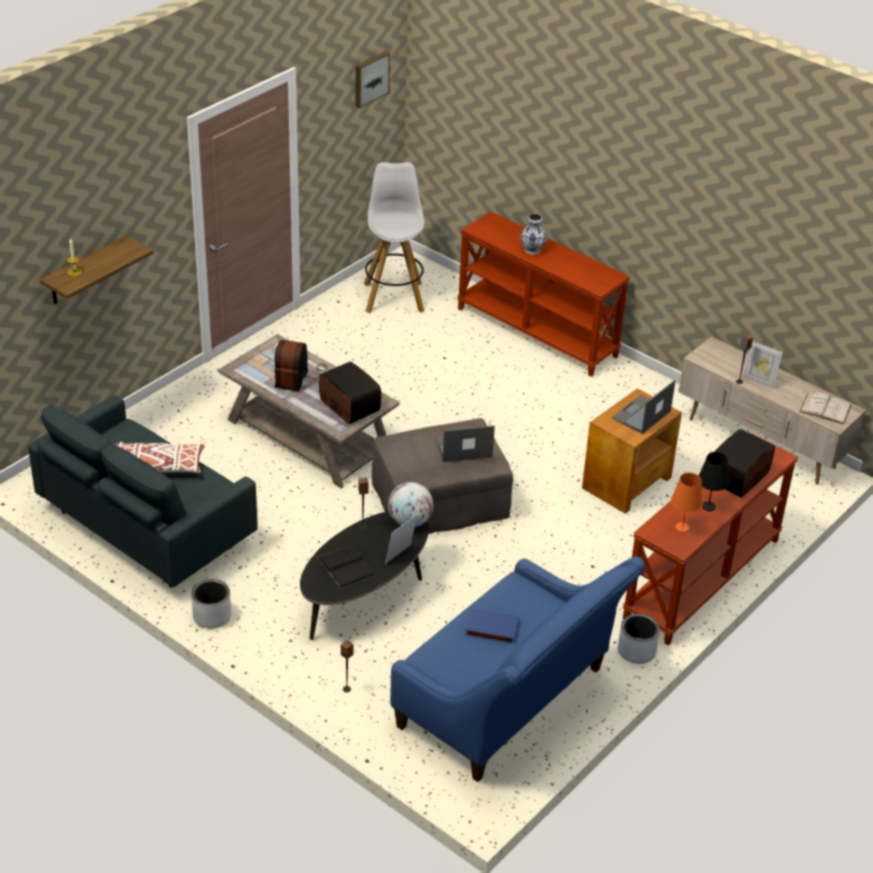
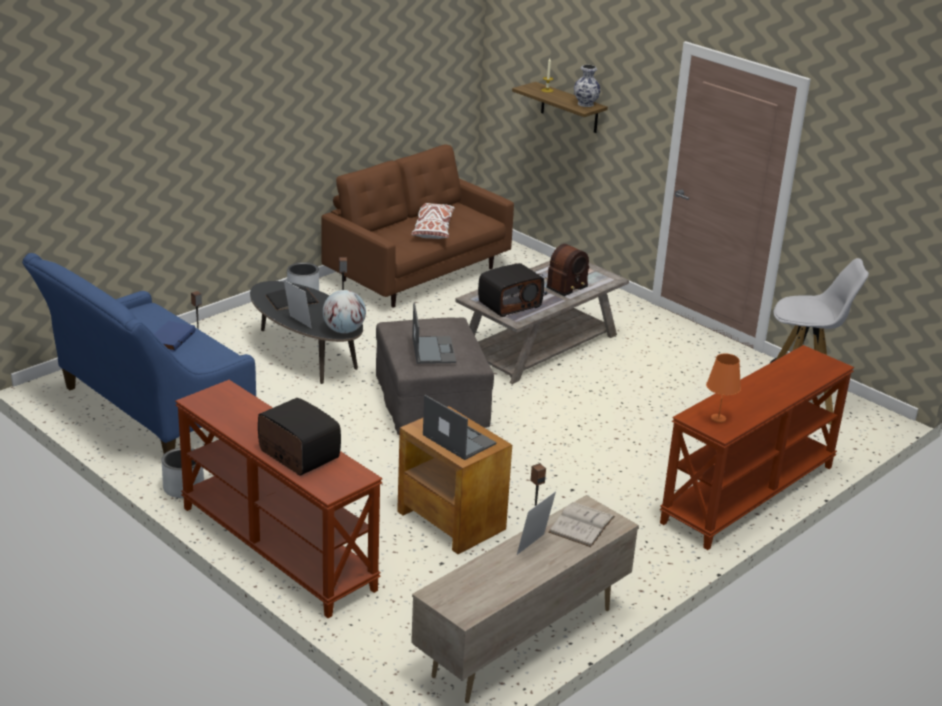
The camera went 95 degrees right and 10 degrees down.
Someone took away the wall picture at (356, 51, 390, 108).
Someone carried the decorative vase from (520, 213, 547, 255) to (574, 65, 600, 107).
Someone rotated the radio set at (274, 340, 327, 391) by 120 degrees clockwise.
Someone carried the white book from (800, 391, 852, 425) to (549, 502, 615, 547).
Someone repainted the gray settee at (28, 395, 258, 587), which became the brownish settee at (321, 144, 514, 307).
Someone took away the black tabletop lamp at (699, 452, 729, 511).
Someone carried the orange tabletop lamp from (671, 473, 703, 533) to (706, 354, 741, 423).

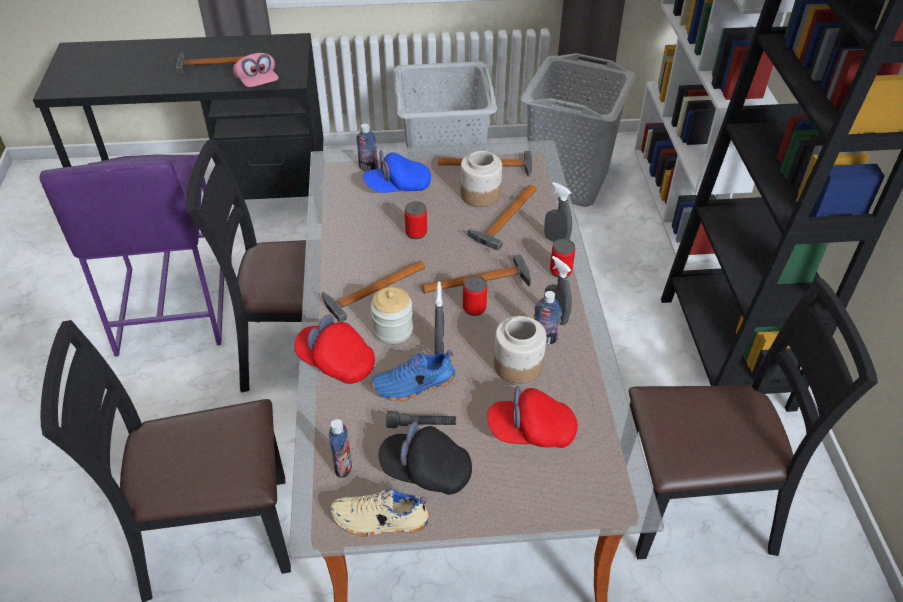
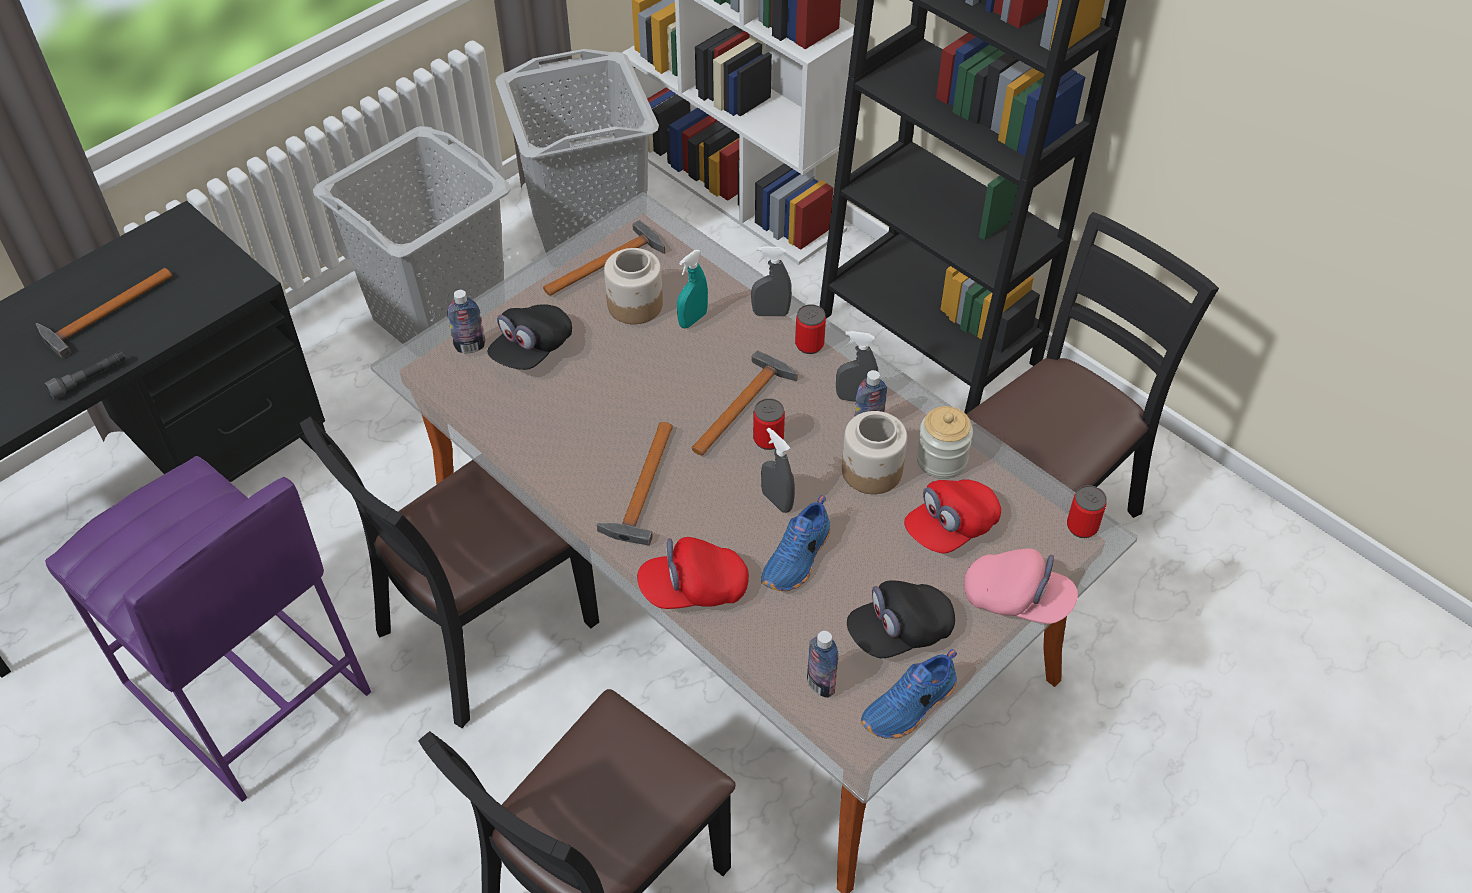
The camera went 40 degrees left and 5 degrees up.
Someone carried the pinkish cap from (233, 53, 279, 87) to (964, 548, 1078, 624).
Someone repainted the blue-coloured cap at (363, 151, 431, 193), which became the black cap at (488, 304, 572, 370).
Someone swapped the hand hammer at (468, 185, 537, 250) for the turquoise-coloured sprayer at (677, 250, 708, 328).
Someone carried the metal can from (405, 201, 427, 239) to (1067, 485, 1107, 538).
Someone carried the jar from (371, 287, 413, 344) to (916, 406, 973, 479).
Someone carried the gray hand torch from (386, 411, 456, 428) to (45, 351, 126, 399).
Someone repainted the beige-coloured item of footwear at (330, 489, 430, 537), which became the blue-coloured item of footwear at (861, 649, 957, 738).

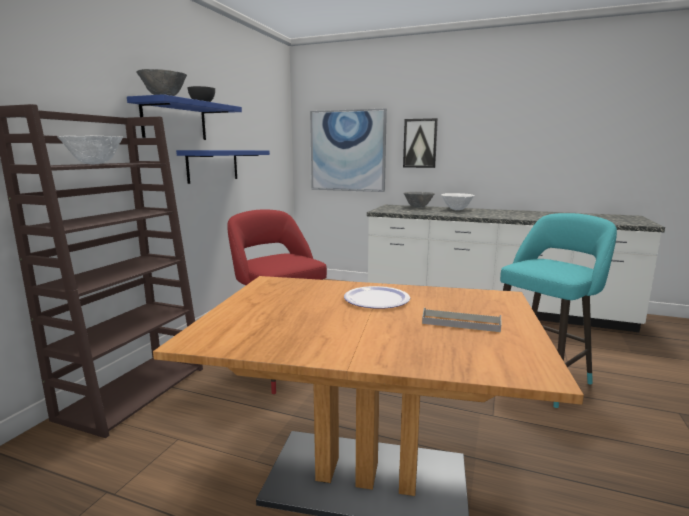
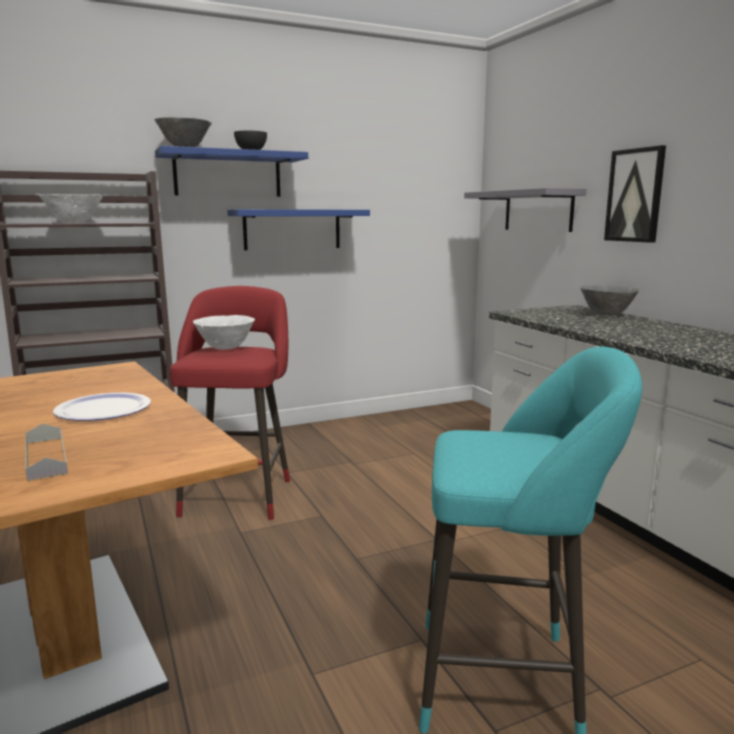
The camera went 45 degrees right and 0 degrees up.
Someone swapped the wall picture at (310, 108, 387, 192) for the gray bracket shelf at (464, 188, 587, 232).
Someone carried the white deep dish from (441, 193, 475, 210) to (193, 315, 255, 350).

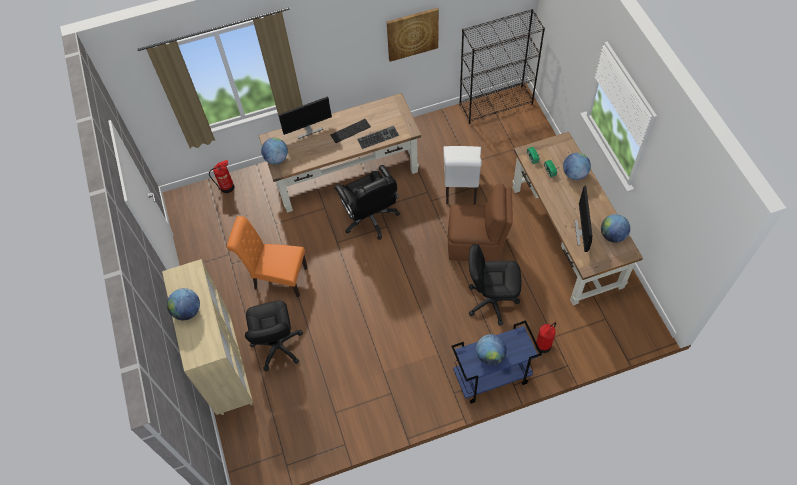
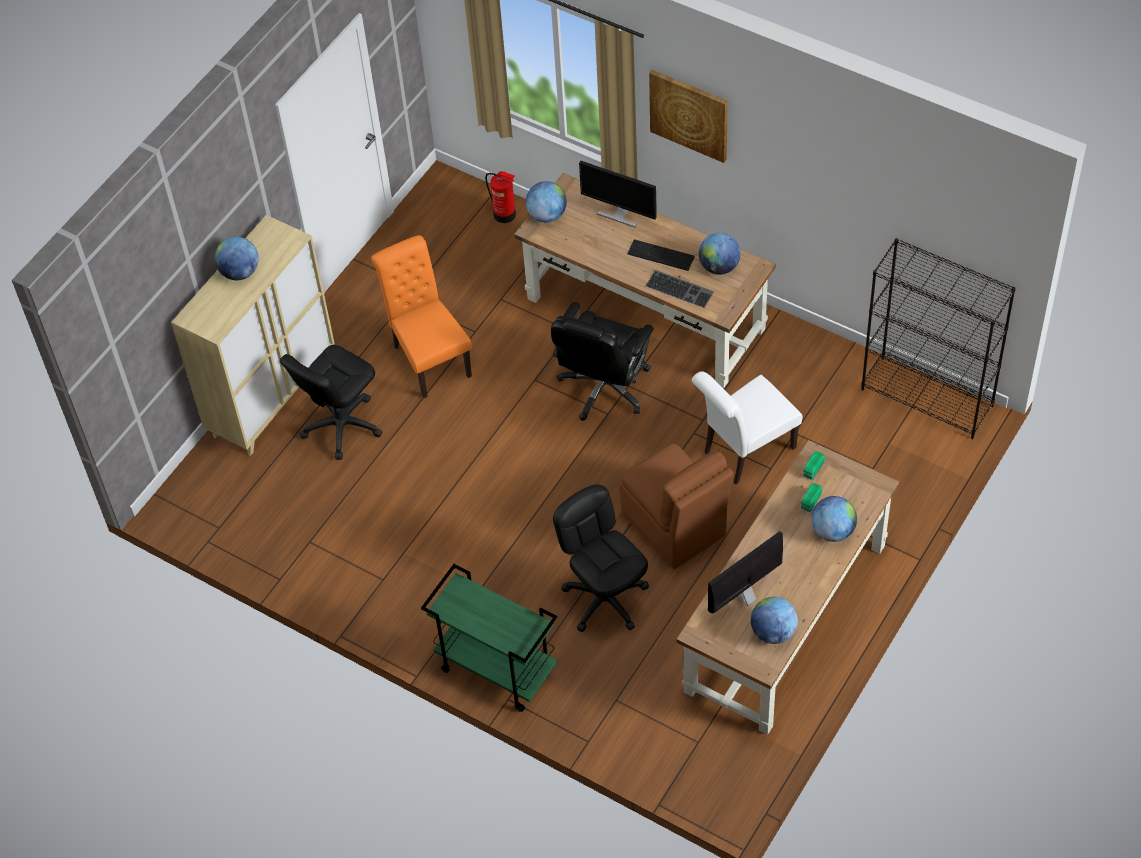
The camera went 50 degrees right and 5 degrees down.
Someone carried the wall picture from (387, 8, 439, 62) to (649, 70, 728, 163).
Someone repainted the blue-coloured wheeled cart at (451, 320, 542, 404), which became the greenish wheeled cart at (421, 564, 557, 712).
Someone took away the extinguisher at (535, 322, 556, 353).
Someone carried the desk globe from (476, 334, 507, 365) to (699, 233, 741, 275).

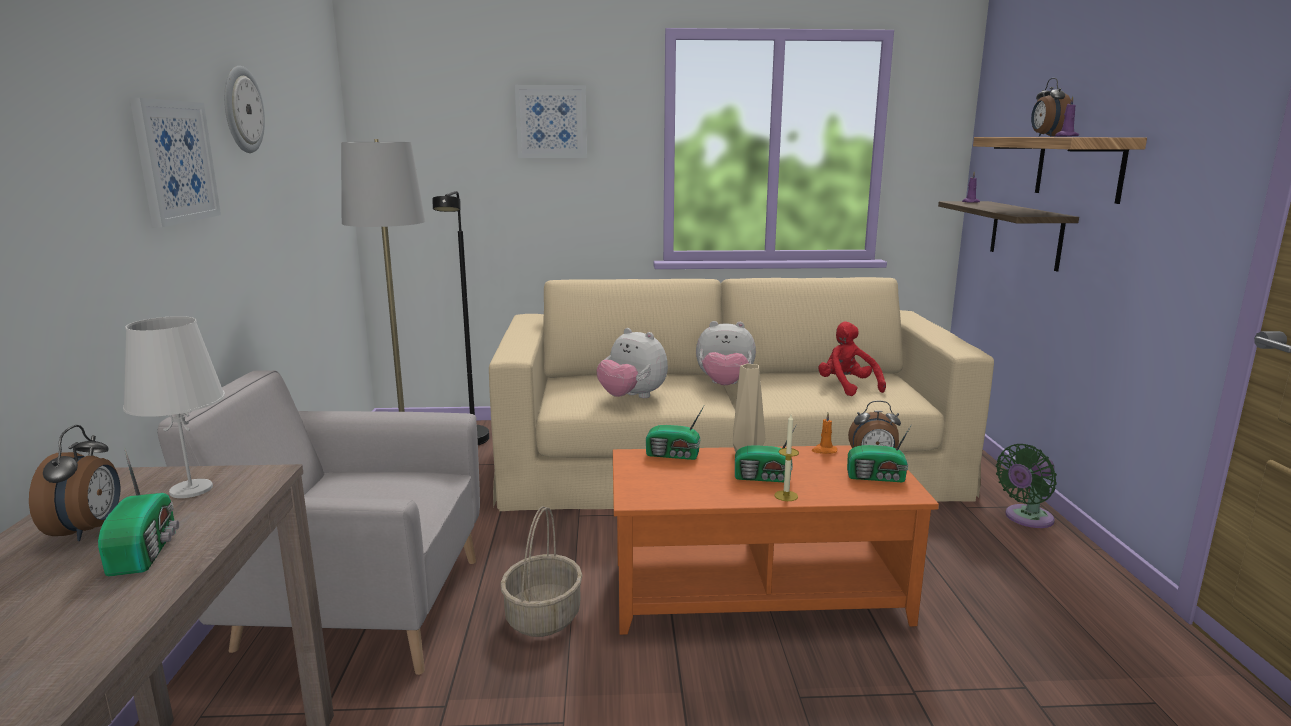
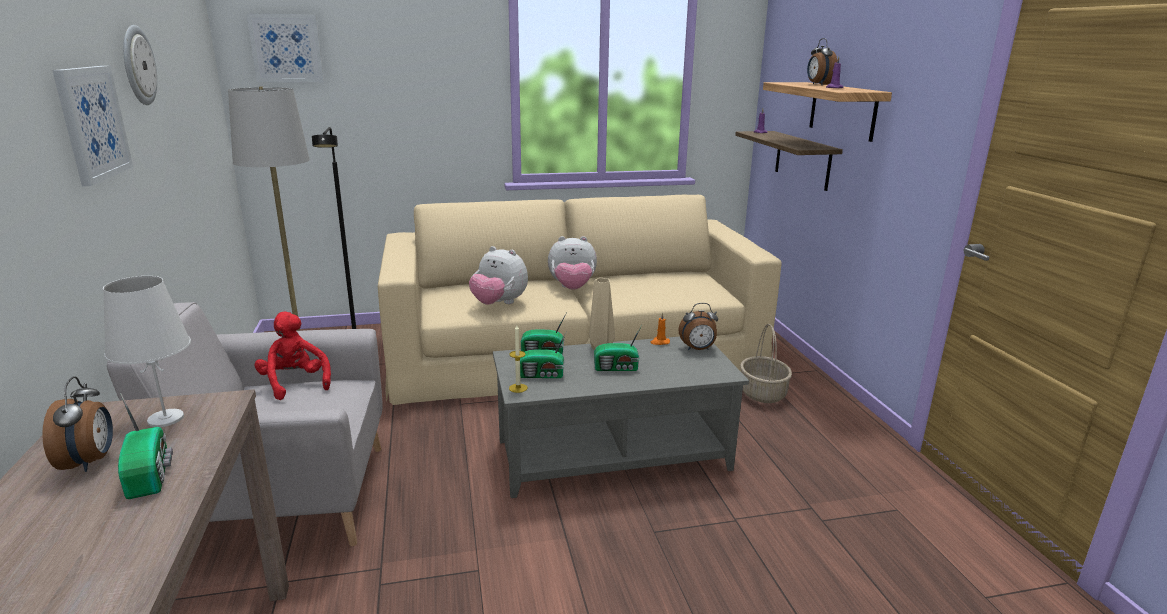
The camera went 10 degrees left and 5 degrees up.
Someone carried the wall picture from (515, 85, 587, 158) to (246, 13, 324, 82).
Someone carried the red-coloured cuddly toy from (818, 321, 886, 396) to (255, 312, 331, 400).
Someone carried the wax light from (774, 415, 799, 501) to (509, 325, 528, 393).
Someone carried the radio set from (847, 424, 912, 482) to (520, 332, 567, 378).
Someone took away the greenish electric fan at (996, 444, 1057, 528).
Someone repainted the orange coffee table at (613, 445, 939, 635), which became the gray coffee table at (493, 337, 749, 498).
Someone carried the household basket from (500, 506, 583, 637) to (740, 324, 792, 403).

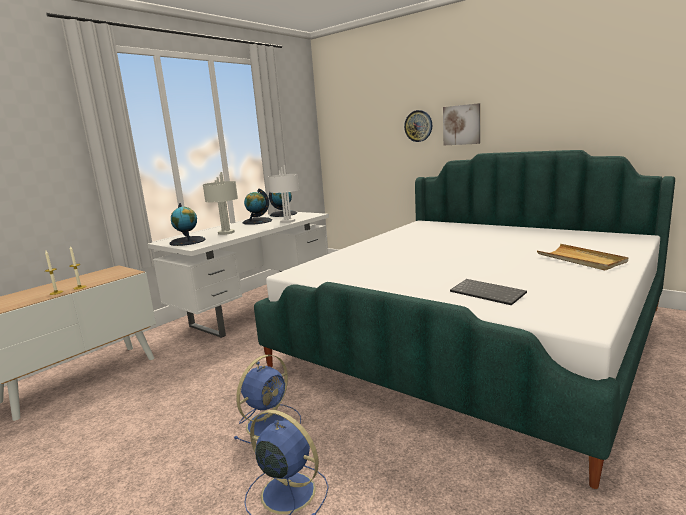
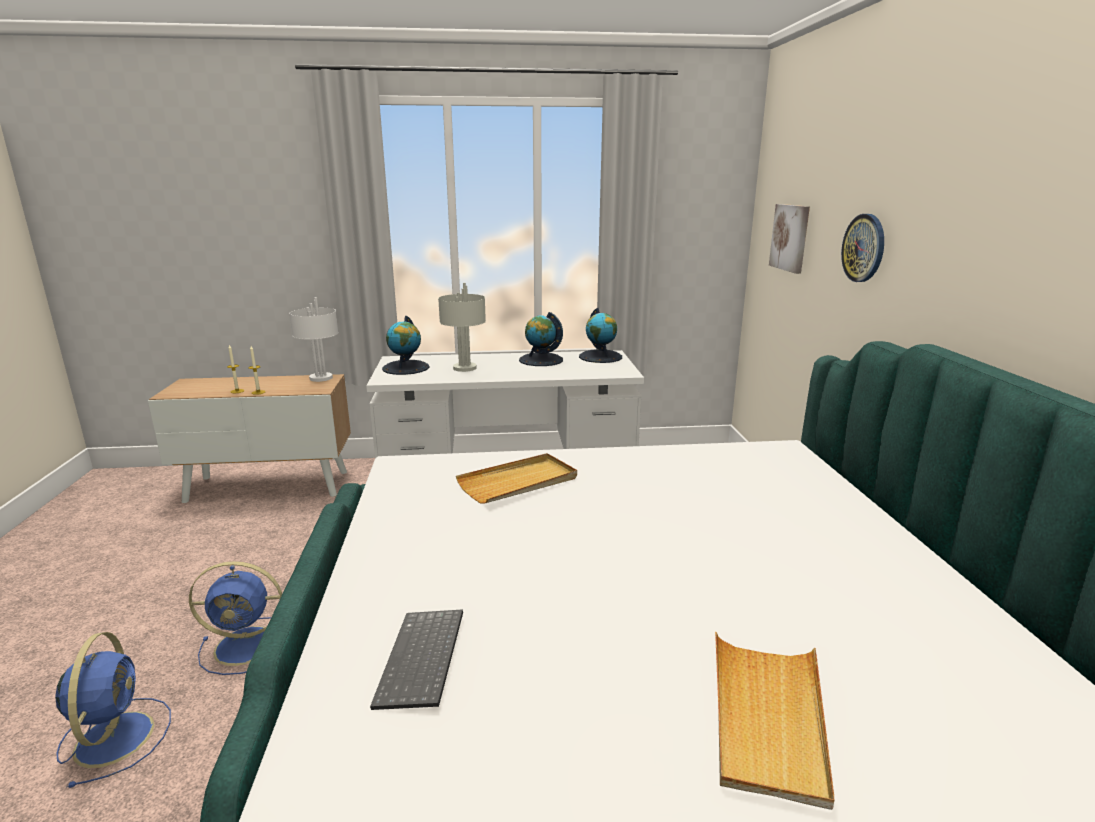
The camera went 45 degrees right and 5 degrees up.
Someone carried the wall picture from (443, 103, 480, 146) to (769, 204, 810, 274).
Someone carried the white tabletop lamp from (268, 165, 299, 223) to (289, 297, 338, 382).
Someone put down the beige-coloured tray at (456, 453, 577, 504).

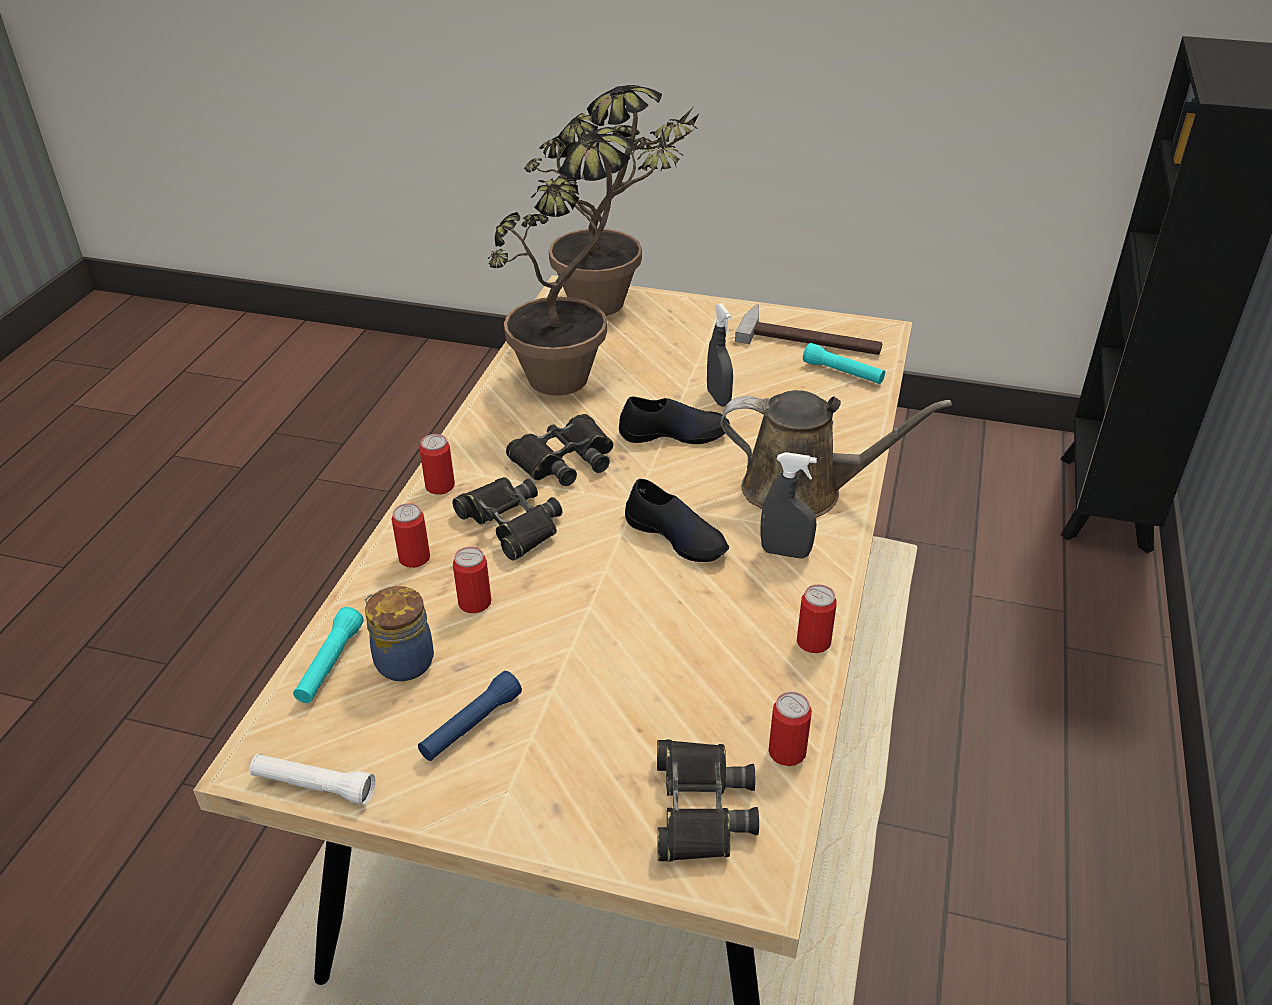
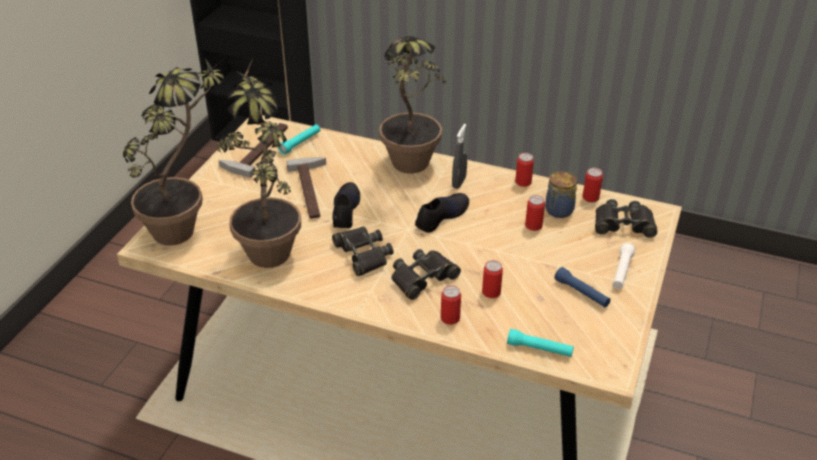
The camera went 85 degrees left and 0 degrees up.
Someone swapped the gray sprayer at (707, 303, 733, 407) for the hand hammer at (286, 157, 326, 219).
Someone swapped the brownish sprinkling can at (720, 390, 952, 518) for the potted plant at (379, 36, 446, 174).
Someone carried the metal can from (420, 434, 455, 495) to (525, 195, 545, 231).
Someone carried the jar from (365, 586, 434, 681) to (545, 171, 577, 218).
Someone carried the white hand torch from (250, 754, 375, 805) to (613, 243, 635, 289).

